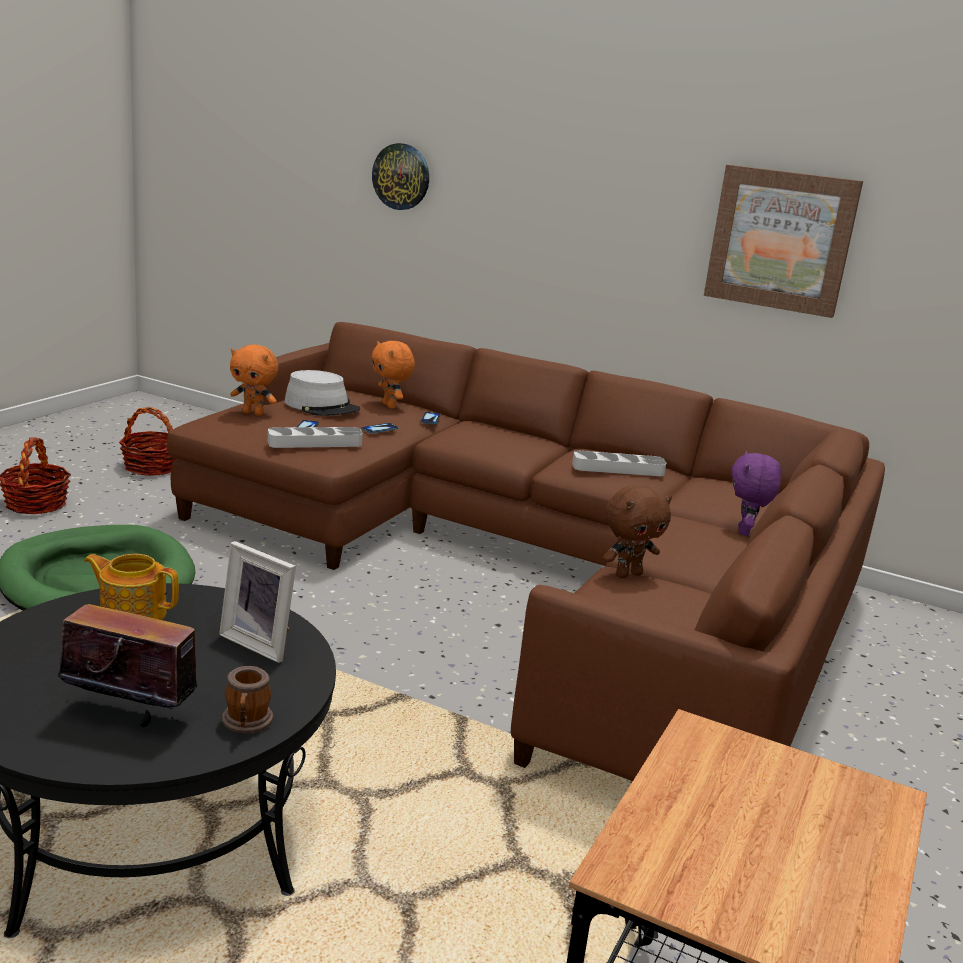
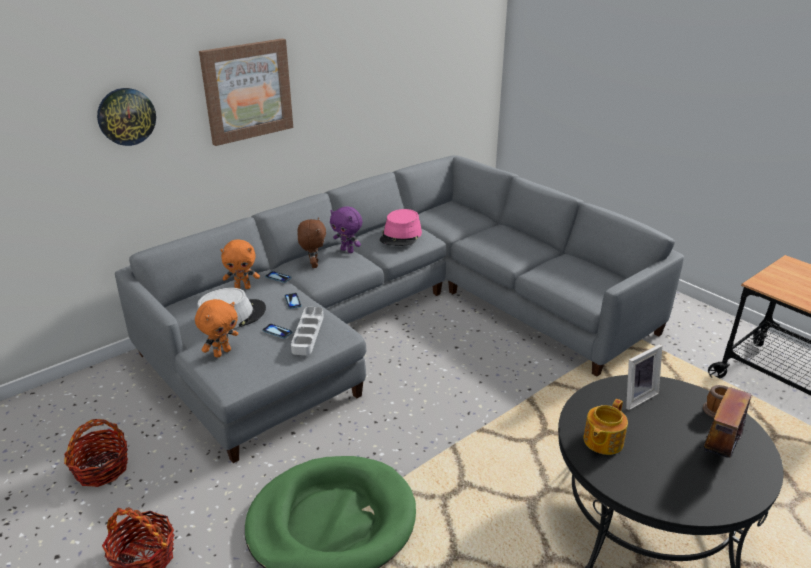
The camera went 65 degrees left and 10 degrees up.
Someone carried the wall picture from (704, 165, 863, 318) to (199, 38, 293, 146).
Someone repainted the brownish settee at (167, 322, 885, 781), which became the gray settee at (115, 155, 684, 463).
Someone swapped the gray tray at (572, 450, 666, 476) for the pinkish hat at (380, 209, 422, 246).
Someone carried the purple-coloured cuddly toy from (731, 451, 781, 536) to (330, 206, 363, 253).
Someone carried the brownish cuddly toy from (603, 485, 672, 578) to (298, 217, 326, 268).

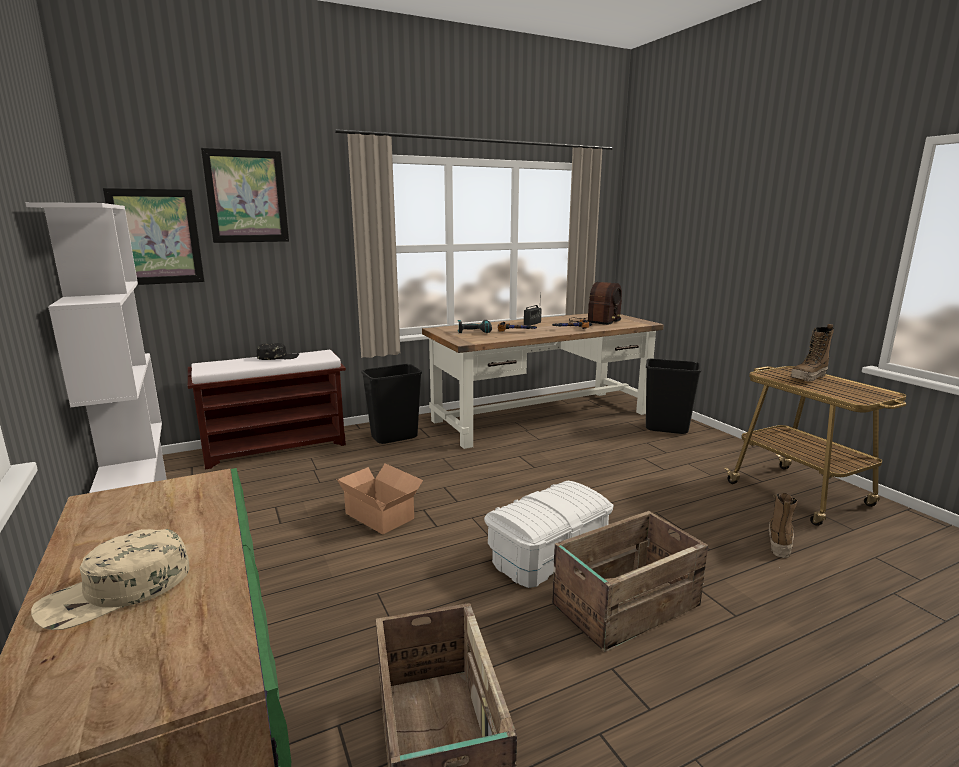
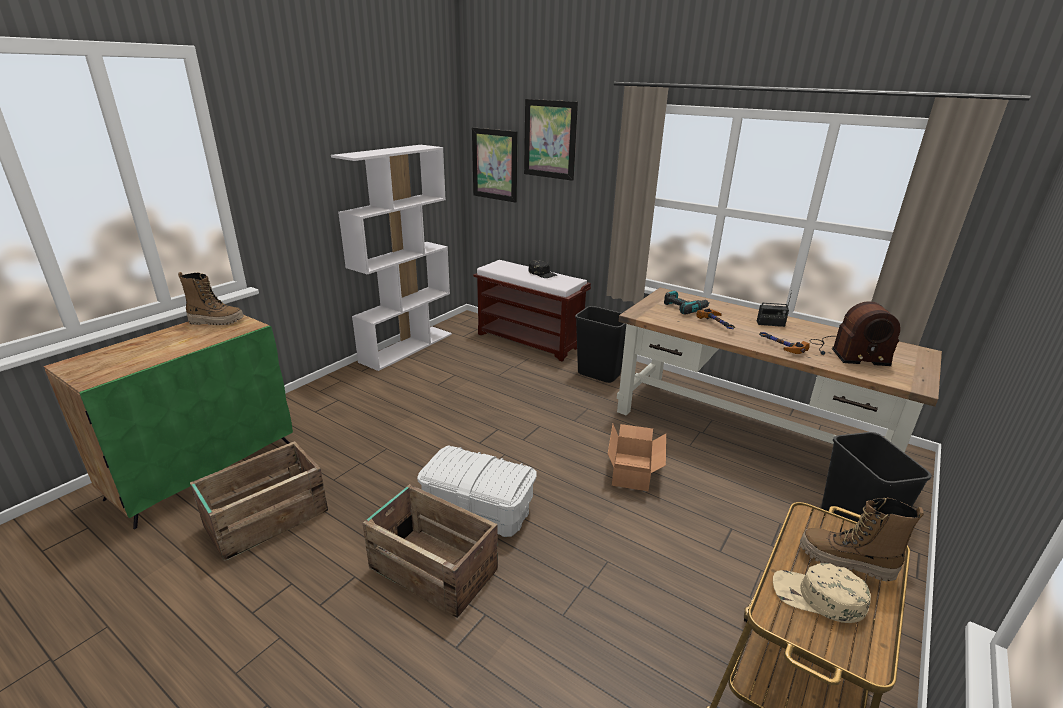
The camera went 60 degrees right and 10 degrees up.
Someone carried the cardboard box from (337, 463, 423, 535) to (608, 424, 666, 491).
Someone carried the boot from (768, 493, 798, 558) to (178, 272, 244, 325).
Someone carried the beige-coloured cap from (31, 529, 189, 630) to (773, 563, 871, 623).

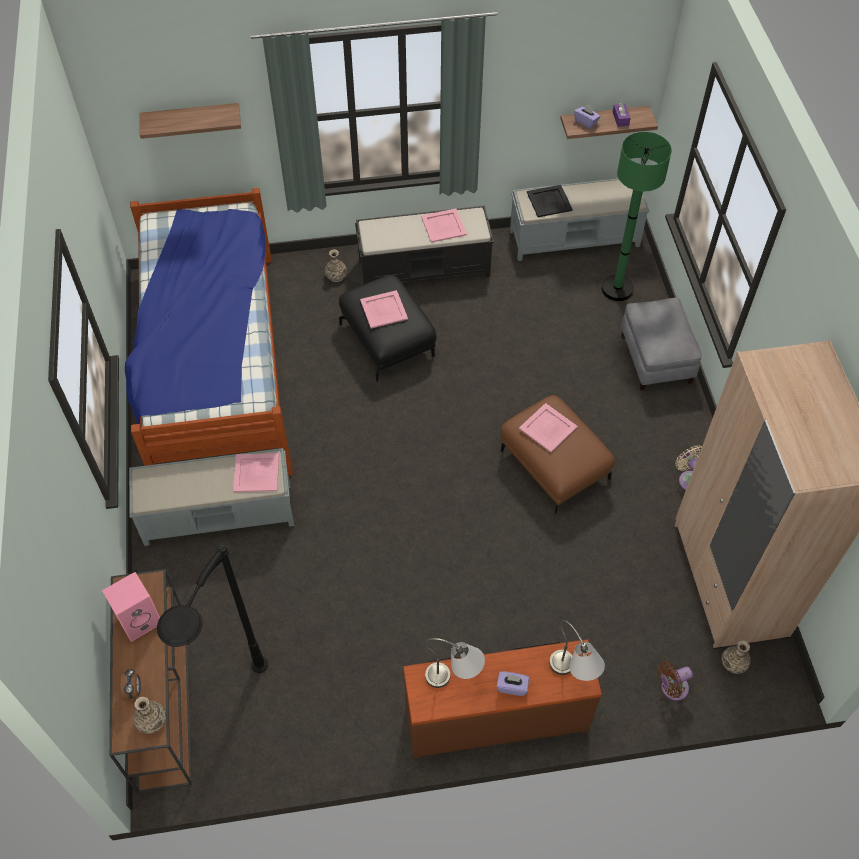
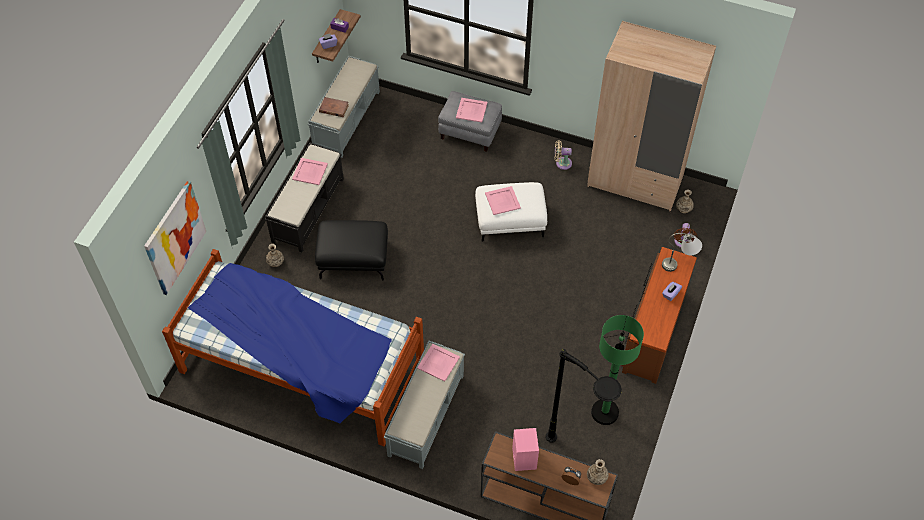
The camera went 60 degrees left and 0 degrees up.
Someone swapped the bracket shelf at (139, 103, 241, 139) for the wall picture at (144, 181, 206, 295).
Someone carried the greenish standard lamp from (601, 132, 672, 301) to (591, 315, 644, 425).
Someone swapped the black tray at (527, 185, 573, 217) for the brownish book at (319, 97, 349, 117).
Someone carried the pinkish tray from (360, 290, 408, 328) to (456, 98, 488, 122).
Someone repainted the brownish pouffe at (500, 395, 615, 514), which became the white pouffe at (475, 182, 547, 242).
Someone took away the gray tabletop lamp at (425, 638, 485, 688).

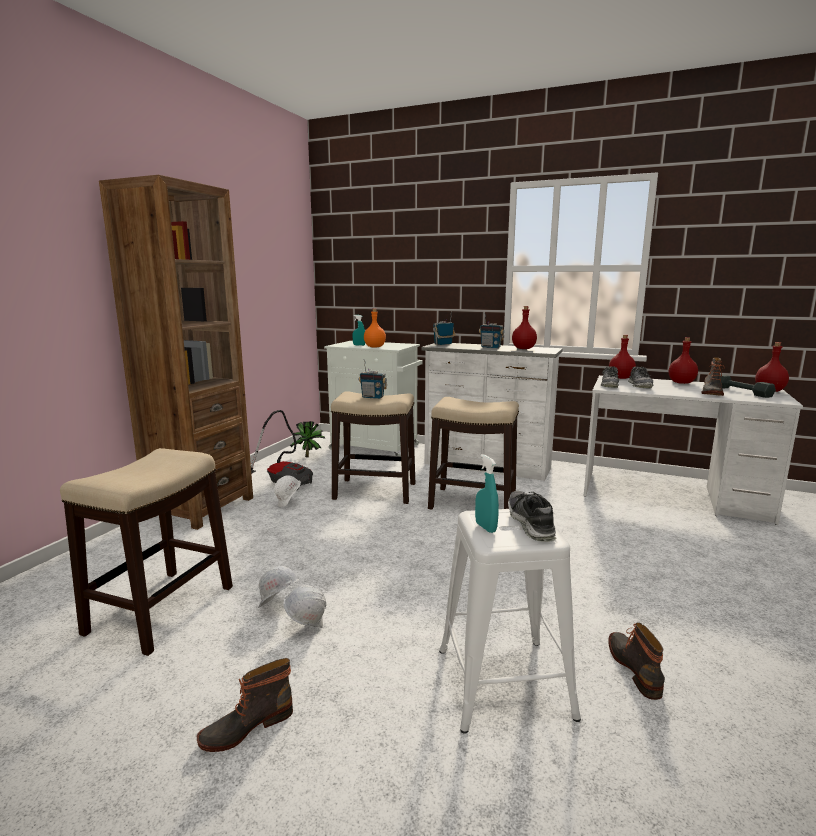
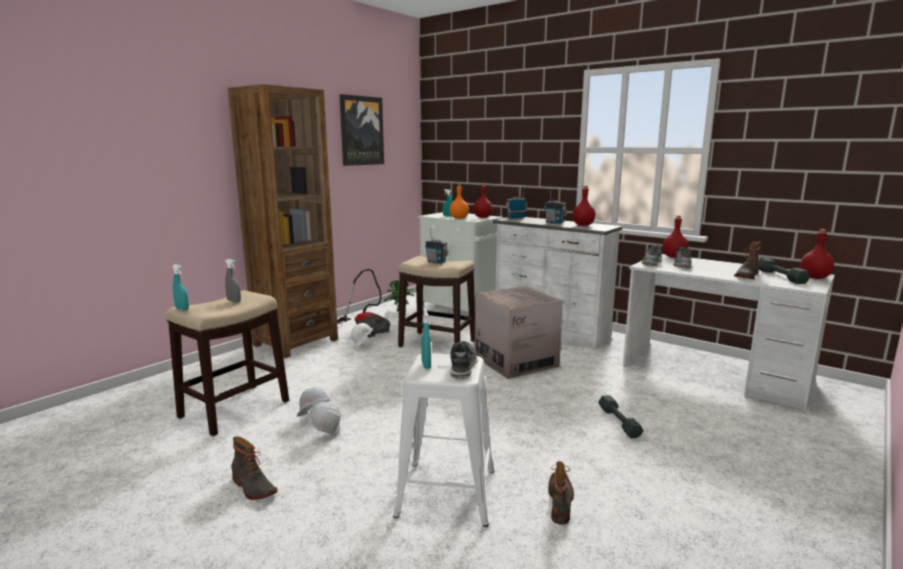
The camera went 15 degrees right and 0 degrees up.
Someone carried the red-coloured drink bottle from (669, 337, 698, 384) to (473, 184, 492, 218).
Someone swapped the stool at (428, 397, 519, 510) for the cardboard box at (475, 286, 563, 379).
Someone rotated the boot at (197, 658, 293, 752) by 120 degrees counterclockwise.
Someone put up the wall picture at (339, 94, 384, 166).
Someone put down the gray sprayer at (225, 259, 241, 302).
Someone put down the turquoise-coloured sprayer at (172, 264, 189, 310).
Someone put down the gray dumbbell at (598, 395, 643, 438).

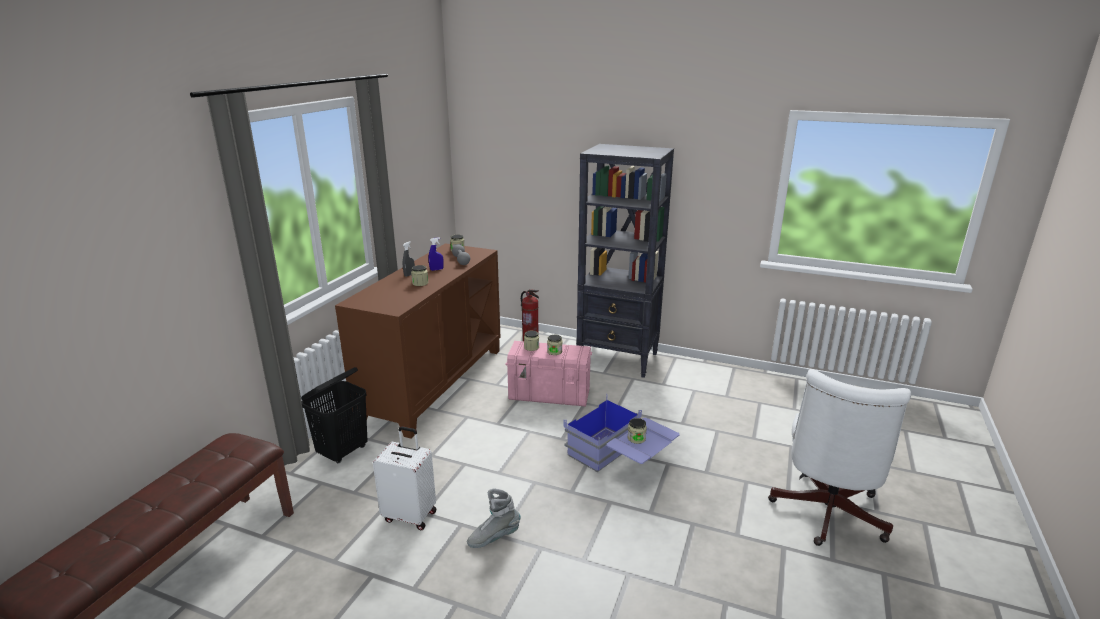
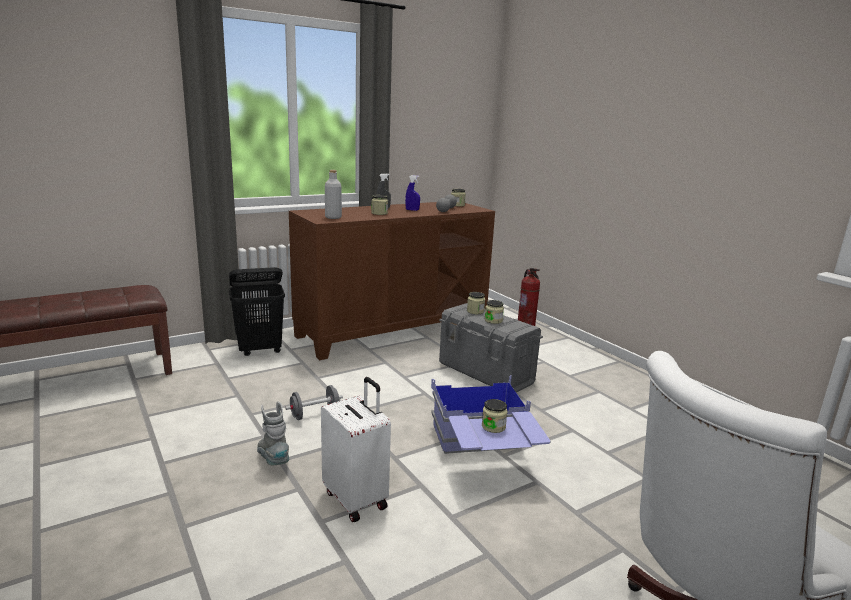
The camera went 35 degrees right and 5 degrees down.
Someone took away the black shelving unit at (576, 144, 674, 378).
Someone repainted the pinkish storage bin at (506, 341, 592, 407), which became the gray storage bin at (439, 303, 543, 393).
Someone carried the white suitcase from (373, 426, 436, 530) to (321, 377, 391, 522).
Someone rotated the gray boot at (467, 488, 520, 548) by 45 degrees clockwise.
Someone put down the gray drink bottle at (325, 170, 342, 219).
Someone put down the gray dumbbell at (285, 385, 343, 420).

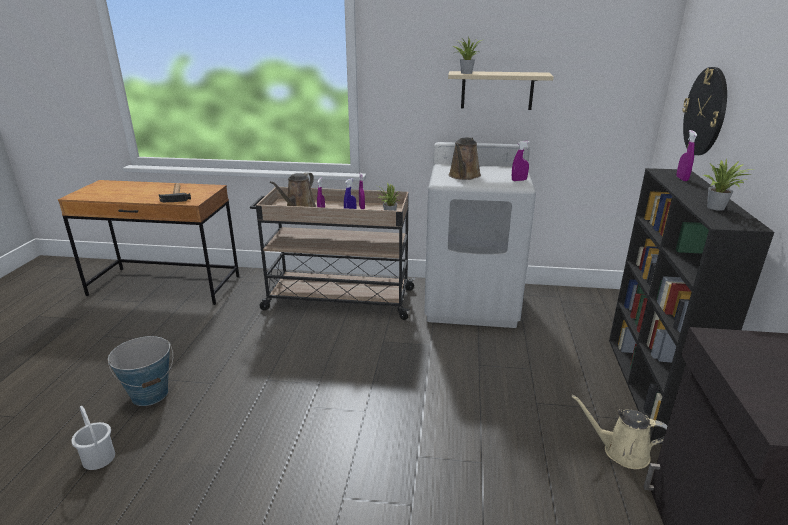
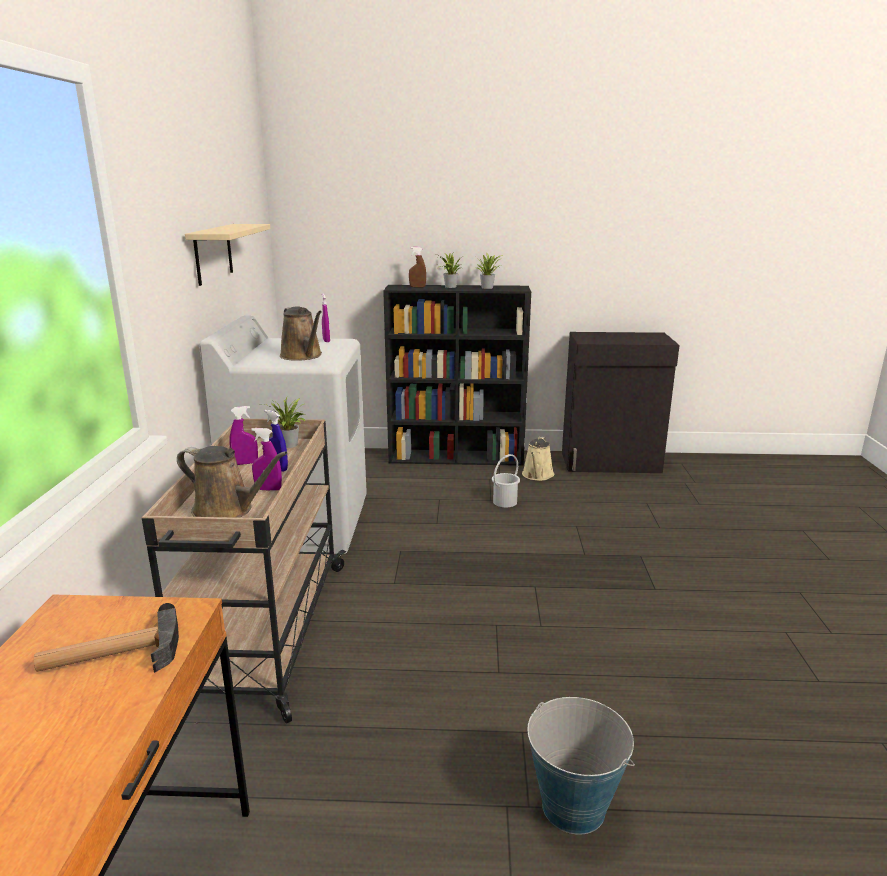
The camera went 95 degrees left and 5 degrees down.
Someone carried the potted plant from (453, 37, 481, 74) to (434, 253, 464, 288).
Someone took away the clock on the wall at (682, 67, 727, 155).
Someone repainted the purple-coloured sprayer at (676, 130, 697, 181), which became the brownish sprayer at (409, 247, 426, 287).
Someone rotated the brownish sprinkling can at (449, 137, 481, 180) by 45 degrees clockwise.
Someone carried the white bucket from (71, 406, 115, 470) to (492, 454, 520, 508).

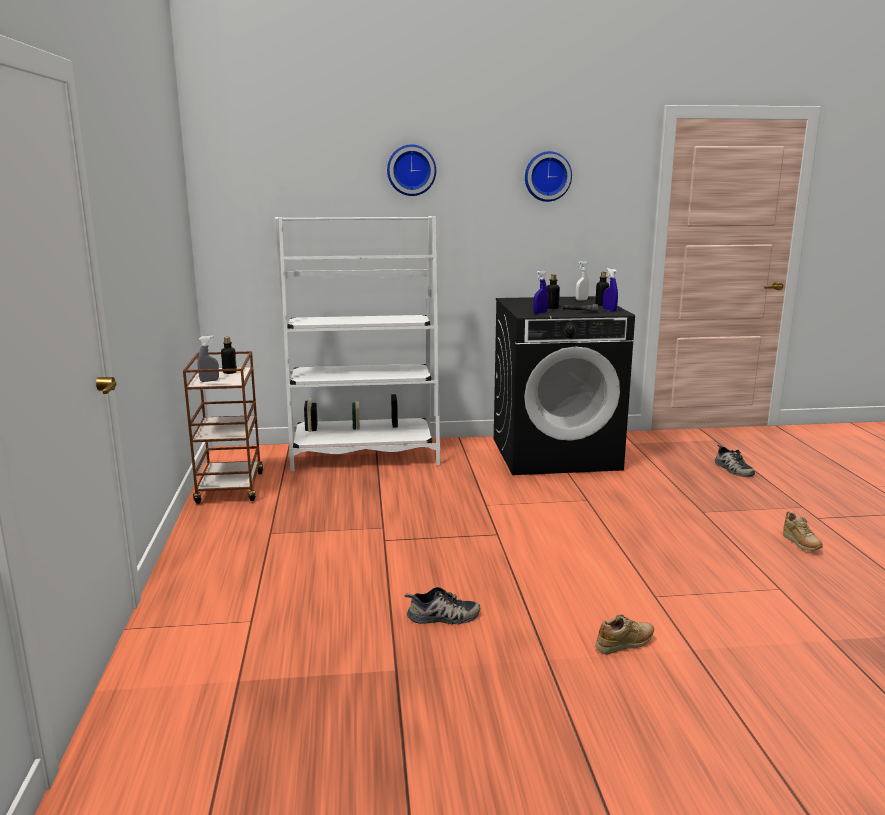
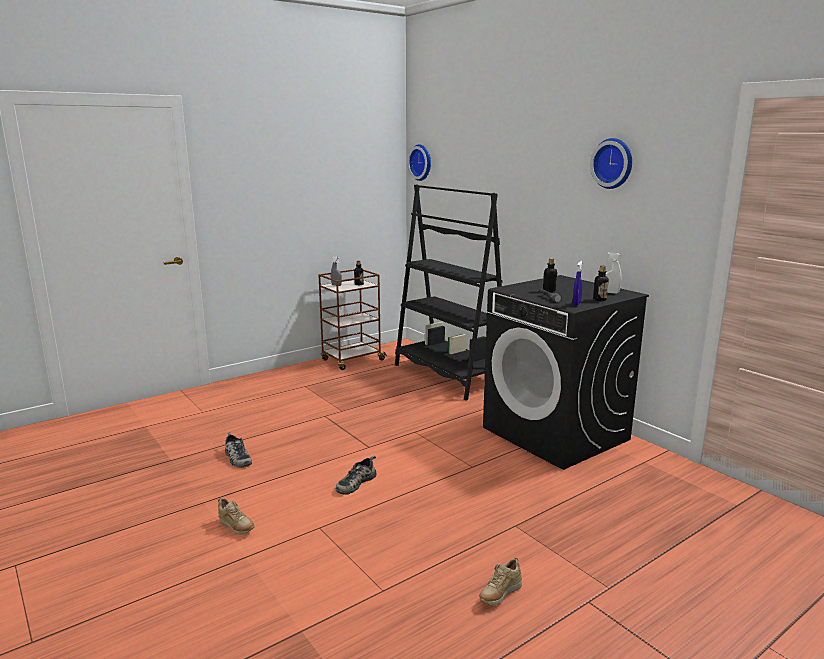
The camera went 60 degrees right and 0 degrees up.
Someone carried the clock on the wall from (387, 144, 436, 196) to (407, 144, 431, 181).
Someone repainted the white shelving unit at (275, 216, 440, 472), which became the black shelving unit at (395, 184, 502, 400).
Someone took away the blue-coloured sprayer at (533, 270, 548, 314).
Someone carried the item of footwear from (715, 445, 755, 477) to (336, 456, 376, 495).

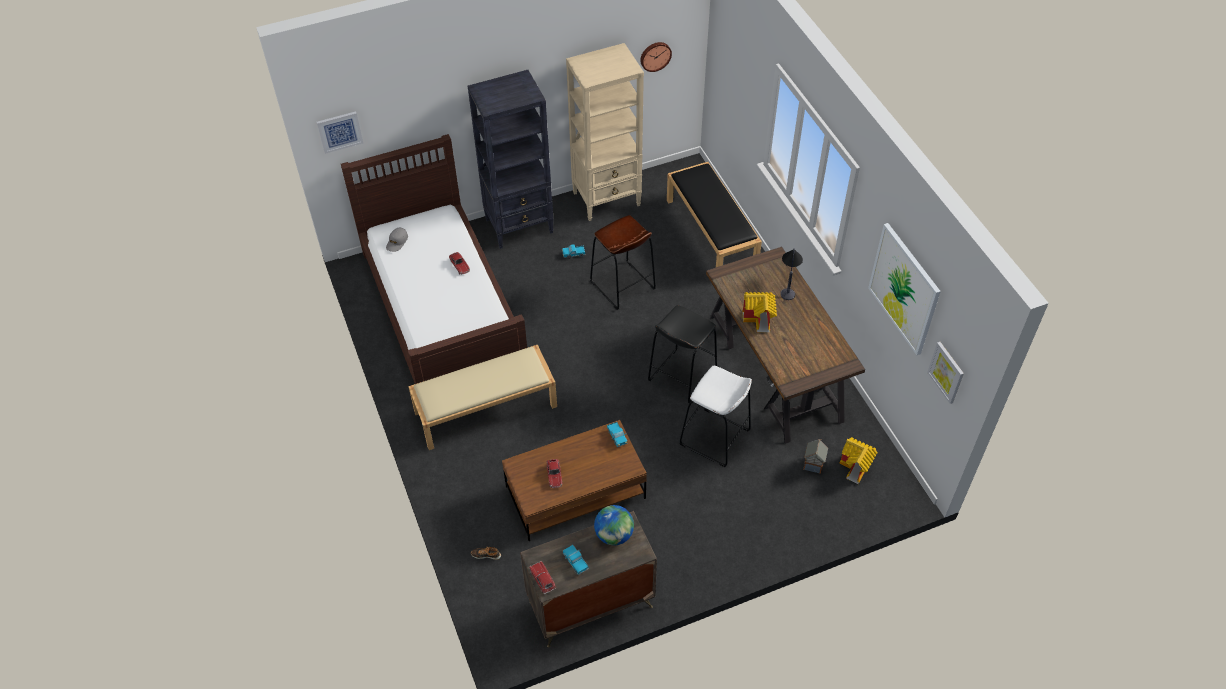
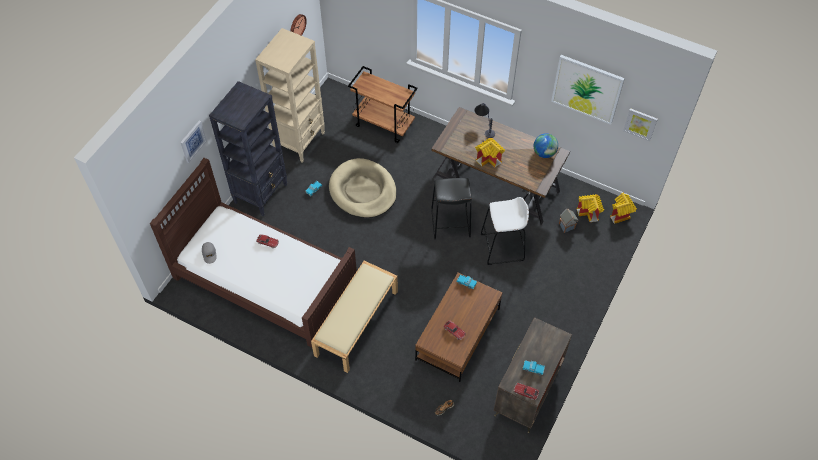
The camera went 40 degrees left and 5 degrees up.
Someone carried the wall picture from (317, 111, 363, 154) to (180, 121, 207, 163).
Someone swapped the black long seat at (667, 162, 762, 267) for the brownish wheeled cart at (348, 66, 418, 143).
Someone swapped the brownish stool at (590, 215, 656, 310) for the beige-coloured pet bed at (329, 158, 397, 218).
Someone carried the desk globe from (594, 505, 634, 545) to (534, 133, 558, 158).
Someone put down the miniature house at (610, 193, 637, 224).

